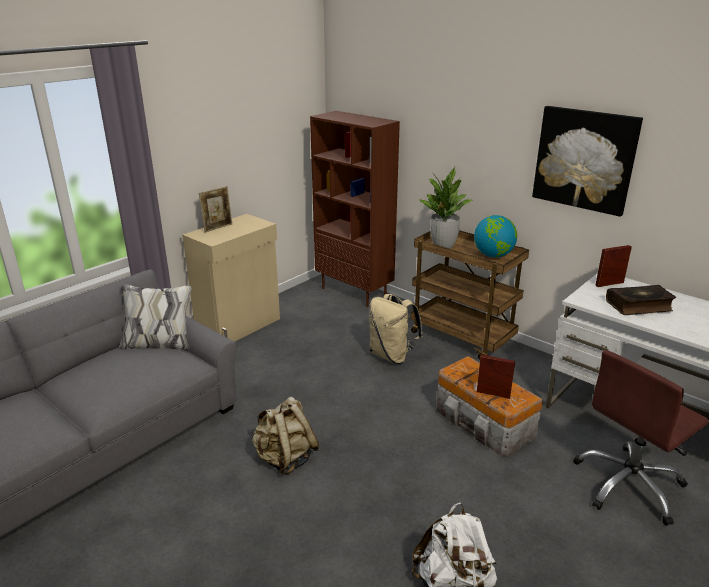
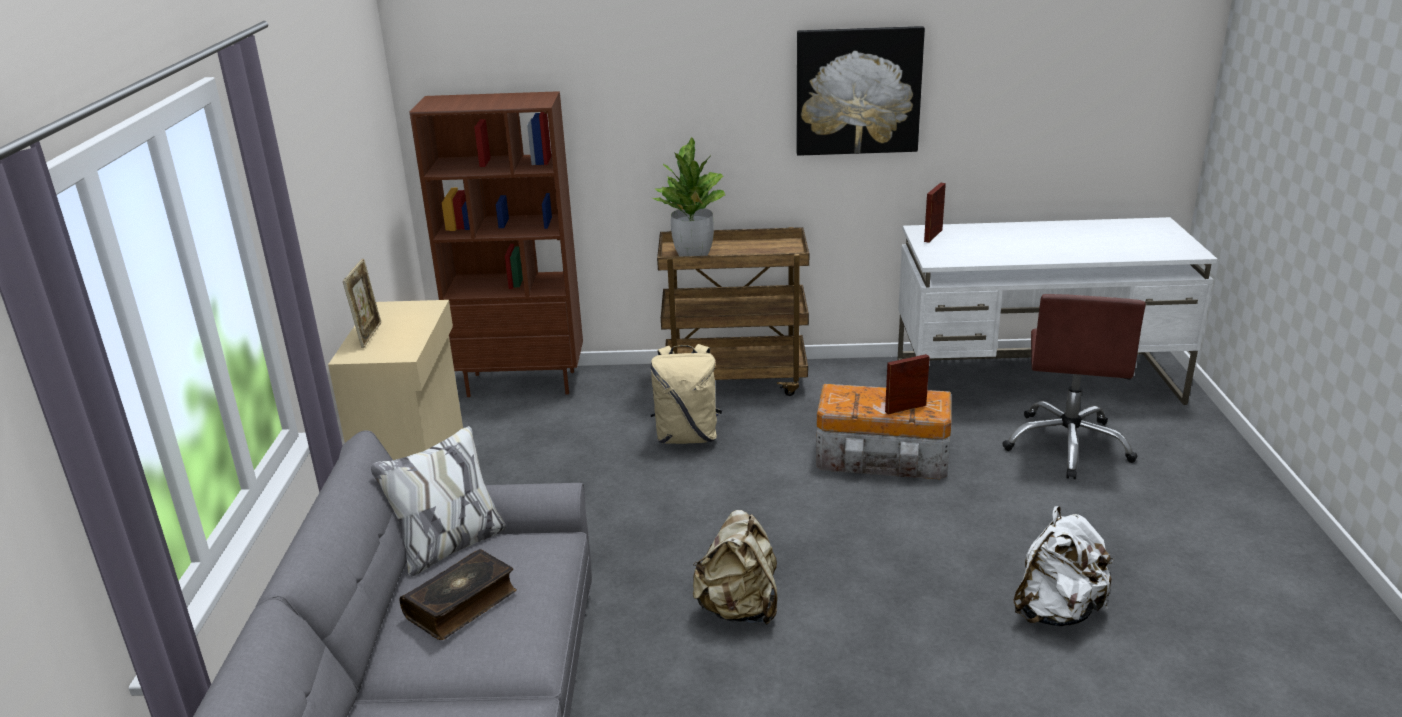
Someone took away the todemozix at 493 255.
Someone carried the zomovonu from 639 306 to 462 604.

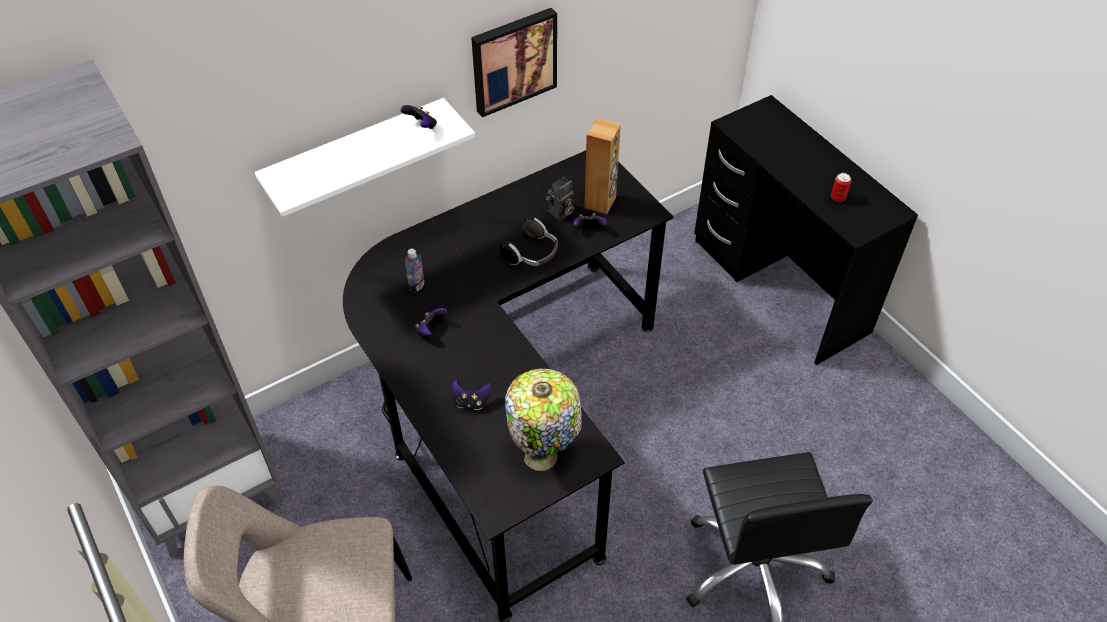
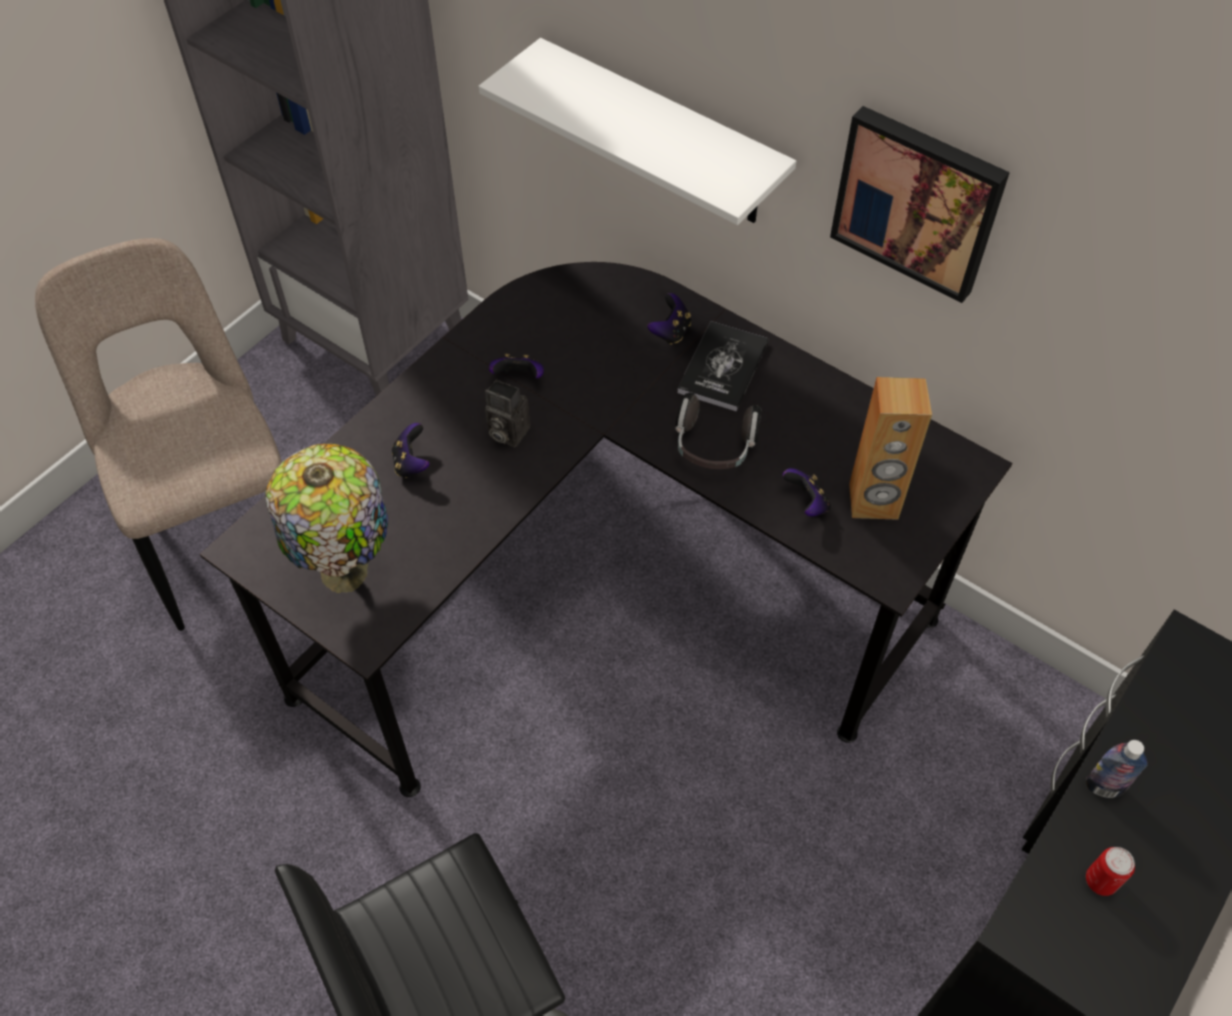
Someone carried the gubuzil from 421 126 to 670 332.
Someone carried the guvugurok from 417 286 to 1104 786.
Someone carried the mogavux from 560 213 to 506 432.
Someone put down the zomovonu at 723 367.

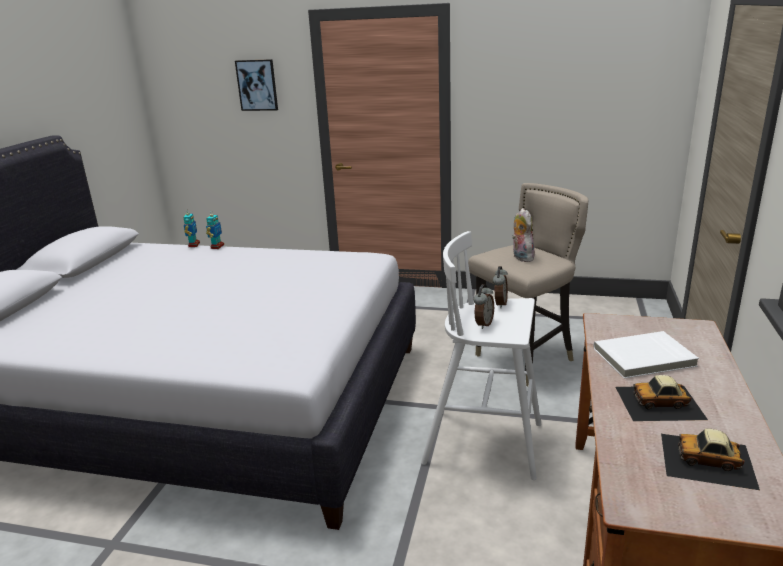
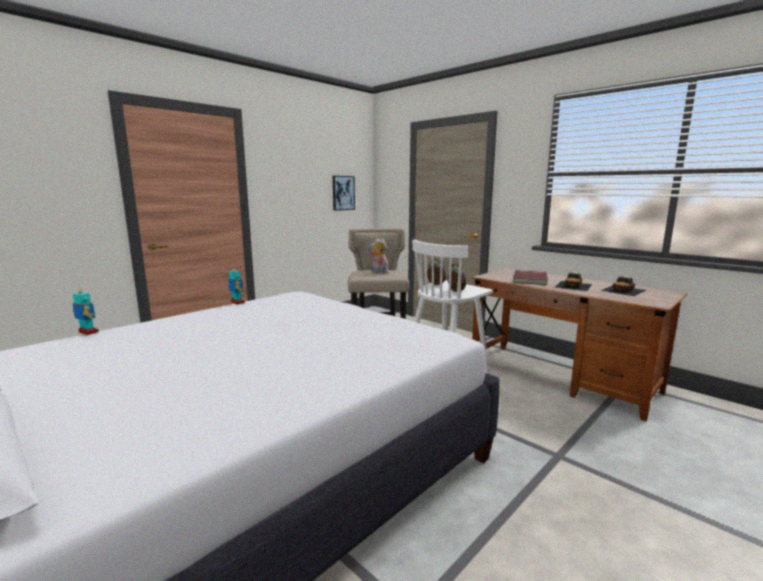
Someone carried the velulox from 217 246 to 237 302.
Someone carried the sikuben from 257 85 to 343 193.
Someone repainted the zomovonu (white) at 644 358, which became the zomovonu (red) at 531 279.

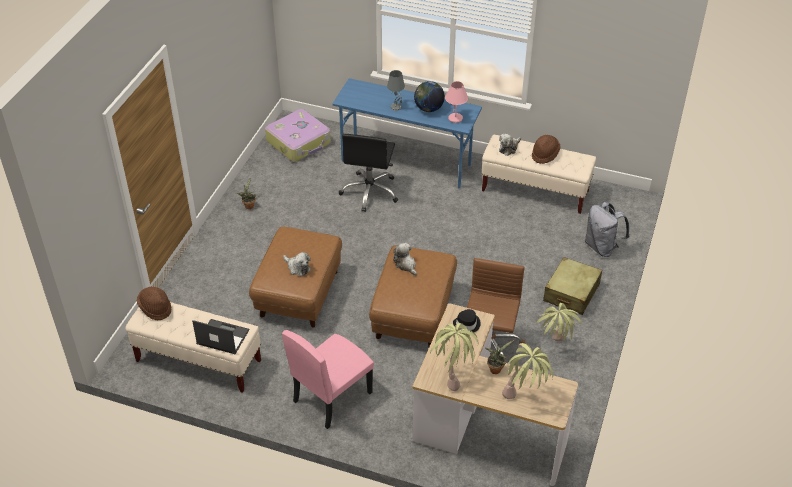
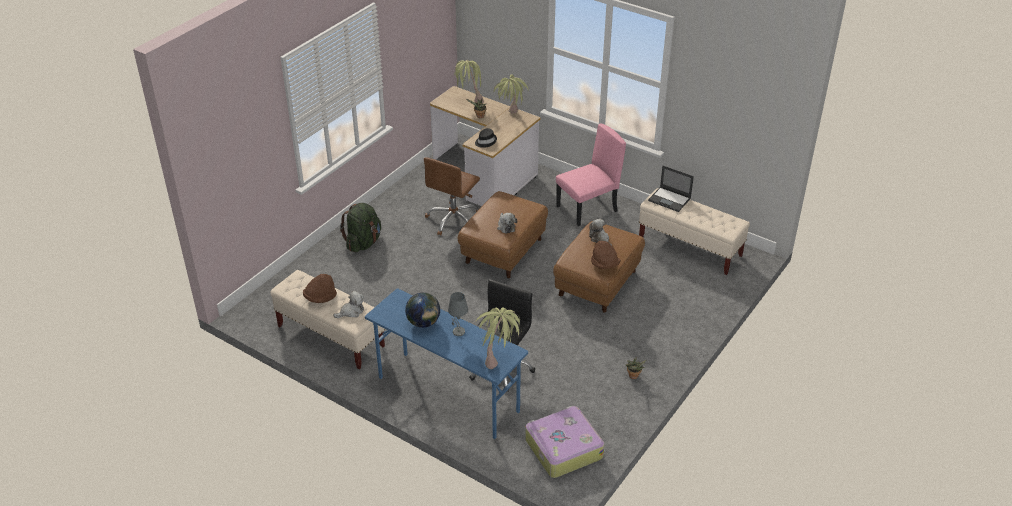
Someone carried the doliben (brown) from 155 308 to 604 265.
Someone took away the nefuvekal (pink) at 455 119.
Someone carried the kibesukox from 554 348 to 499 358.
Someone swapped the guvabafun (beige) at 571 293 for the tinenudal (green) at 363 243.
Someone took away the tinenudal (grey) at 602 247.

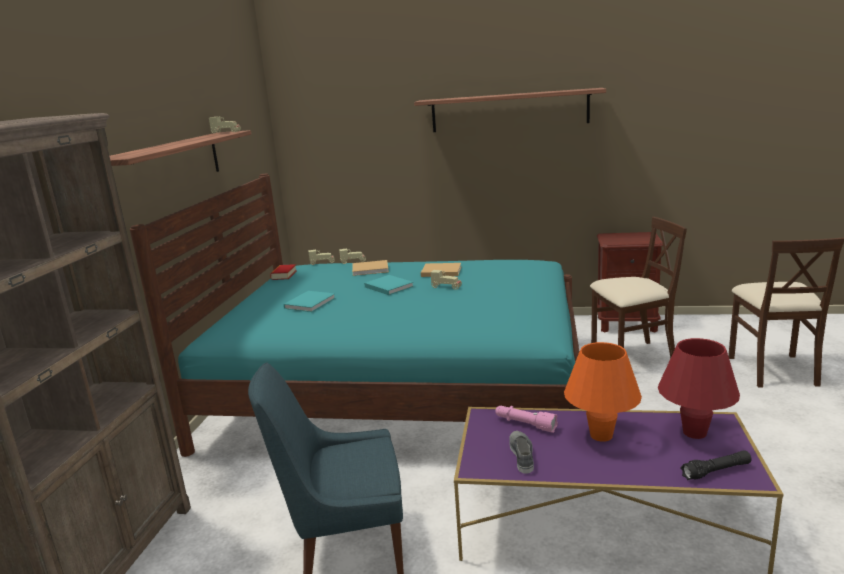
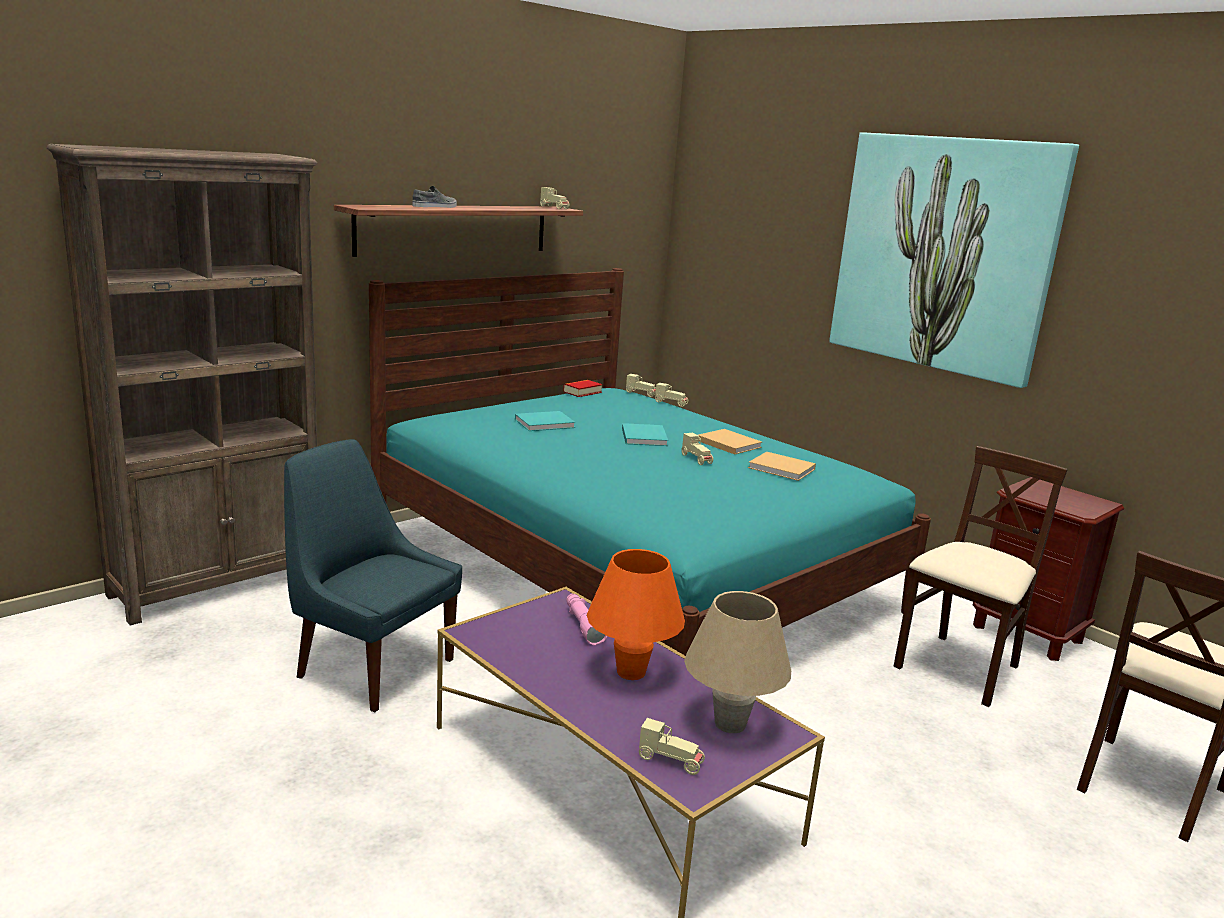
Someone carried the zomovonu (beige) from 371 269 to 783 469.
Someone swapped the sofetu at 509 111 for the sikuben at 944 254.
Someone carried the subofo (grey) from 522 454 to 435 207.
Someone rotated the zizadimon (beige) at 632 356 by 75 degrees counterclockwise.
Someone repainted the nefuvekal (red) at 694 433, which became the nefuvekal (beige) at 730 724.
Someone swapped the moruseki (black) at 716 471 for the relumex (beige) at 671 761.

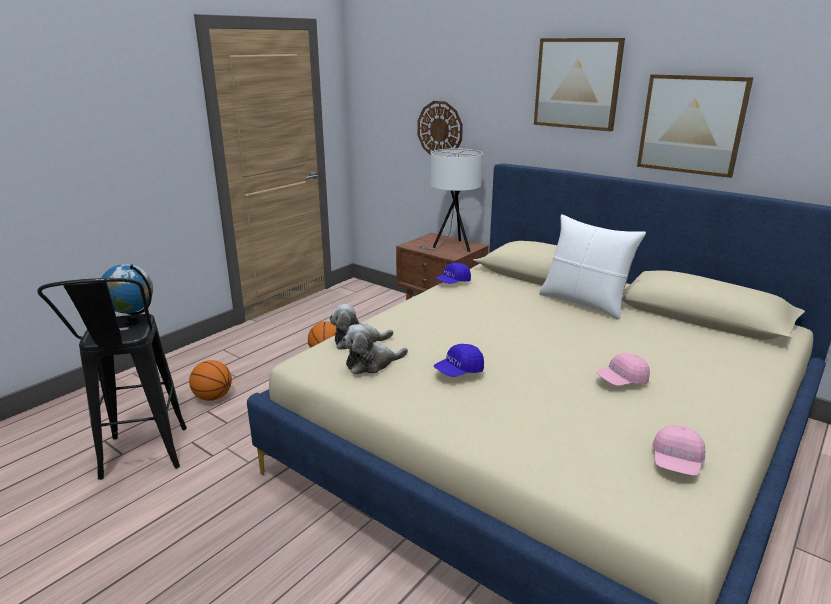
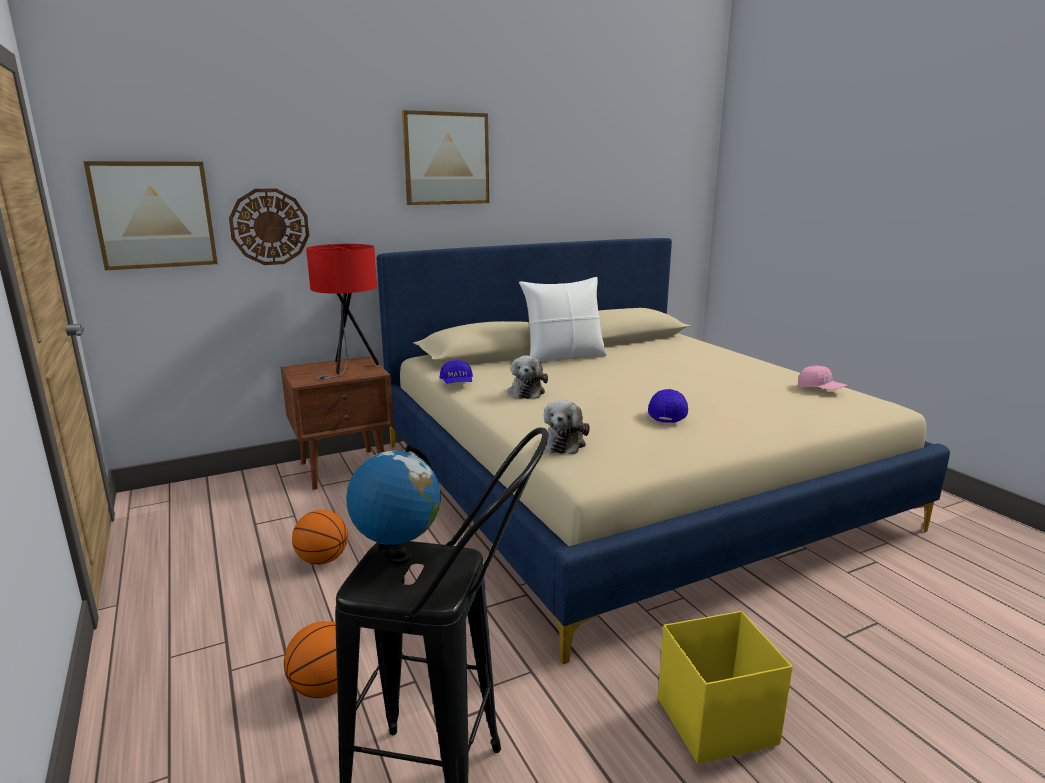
Someone carried the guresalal from 371 364 to 526 391.
Someone repainted the nefuvekal (white) at 451 247, which became the nefuvekal (red) at 348 368.
Someone rotated the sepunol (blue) at 459 371 by 150 degrees counterclockwise.
Someone took away the sepunol (pink) at 621 381.
Someone carried the sikuben from 692 124 to 154 215.
Someone put down the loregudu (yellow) at 714 721.

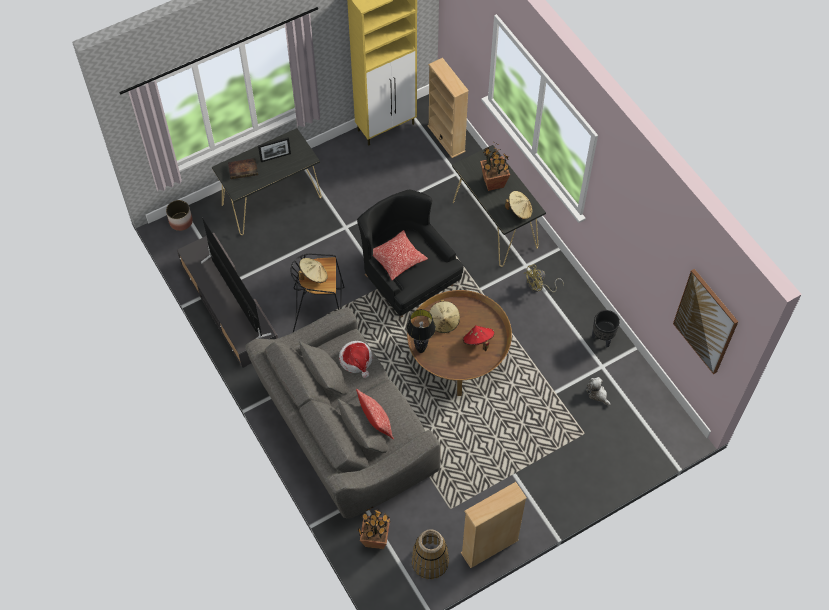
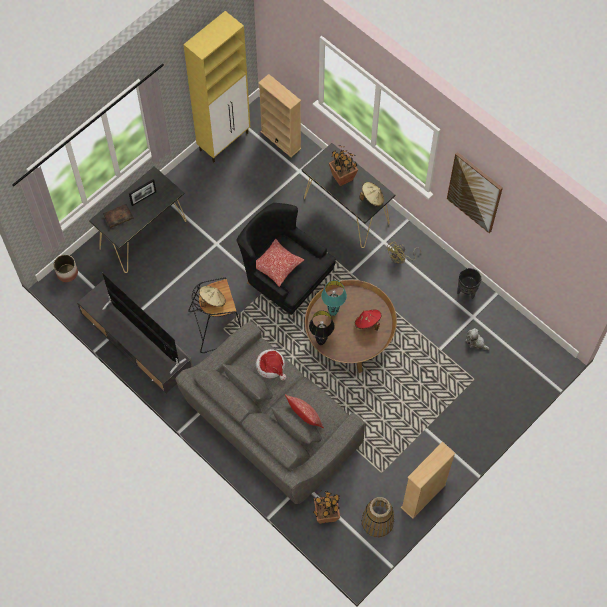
Someone swapped the doliben (beige) at 443 322 for the nefuvekal (turquoise) at 333 312.
Someone carried the sikuben from 705 321 to 474 192.

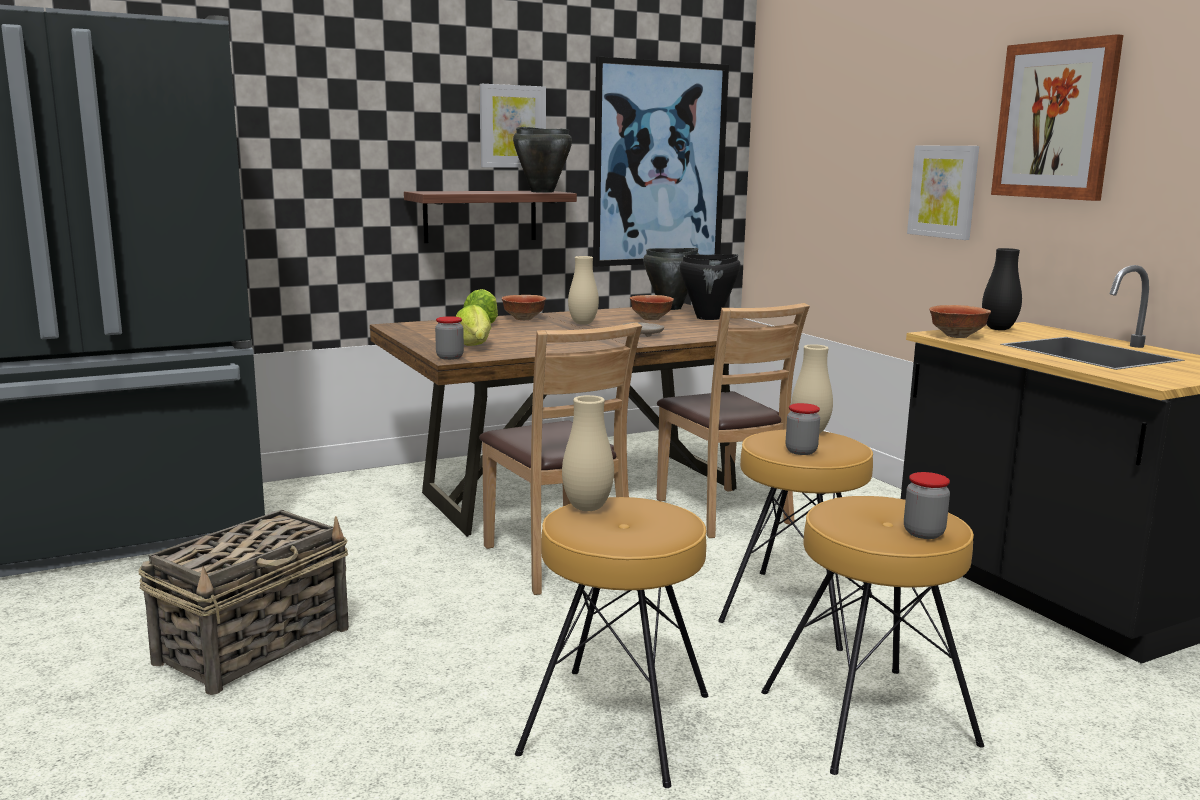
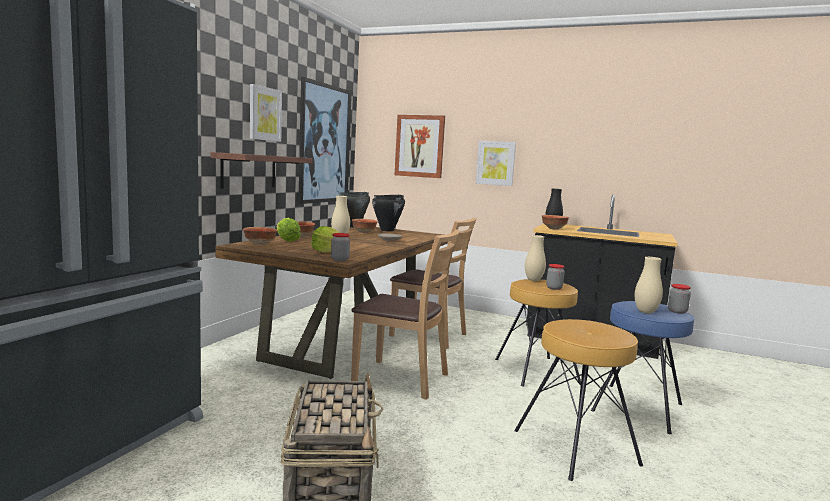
Someone took away the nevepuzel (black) at 542 192.
Someone carried the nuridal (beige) from 587 508 to 646 312.
Someone repainted the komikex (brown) at 869 719, which became the komikex (blue) at 638 407.
Someone carried the sikuben from 1055 120 to 419 146.
Someone put down the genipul at 260 244.

